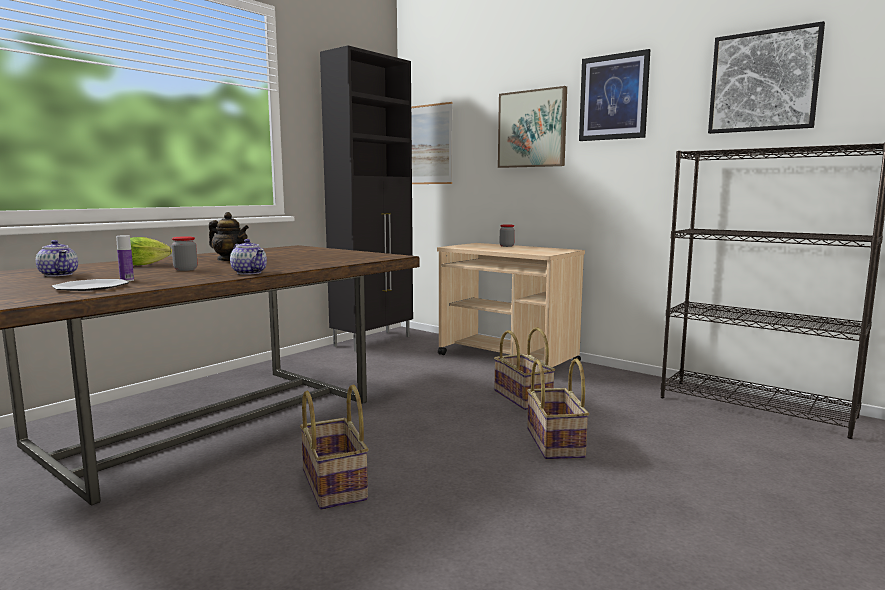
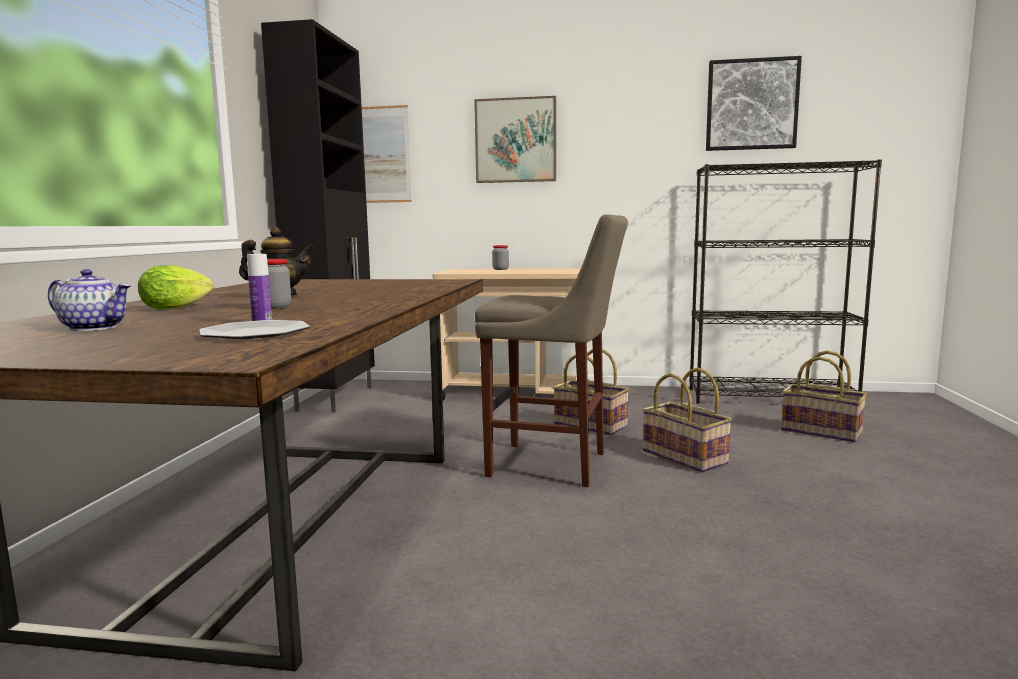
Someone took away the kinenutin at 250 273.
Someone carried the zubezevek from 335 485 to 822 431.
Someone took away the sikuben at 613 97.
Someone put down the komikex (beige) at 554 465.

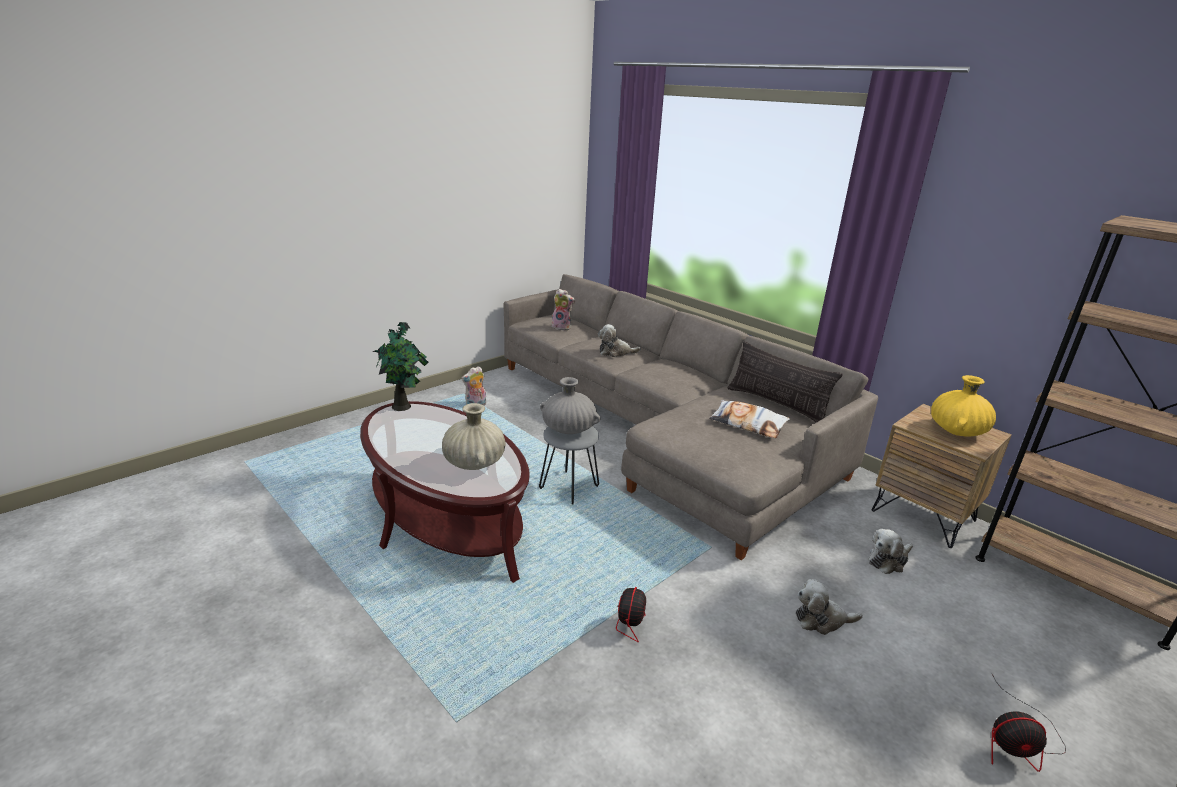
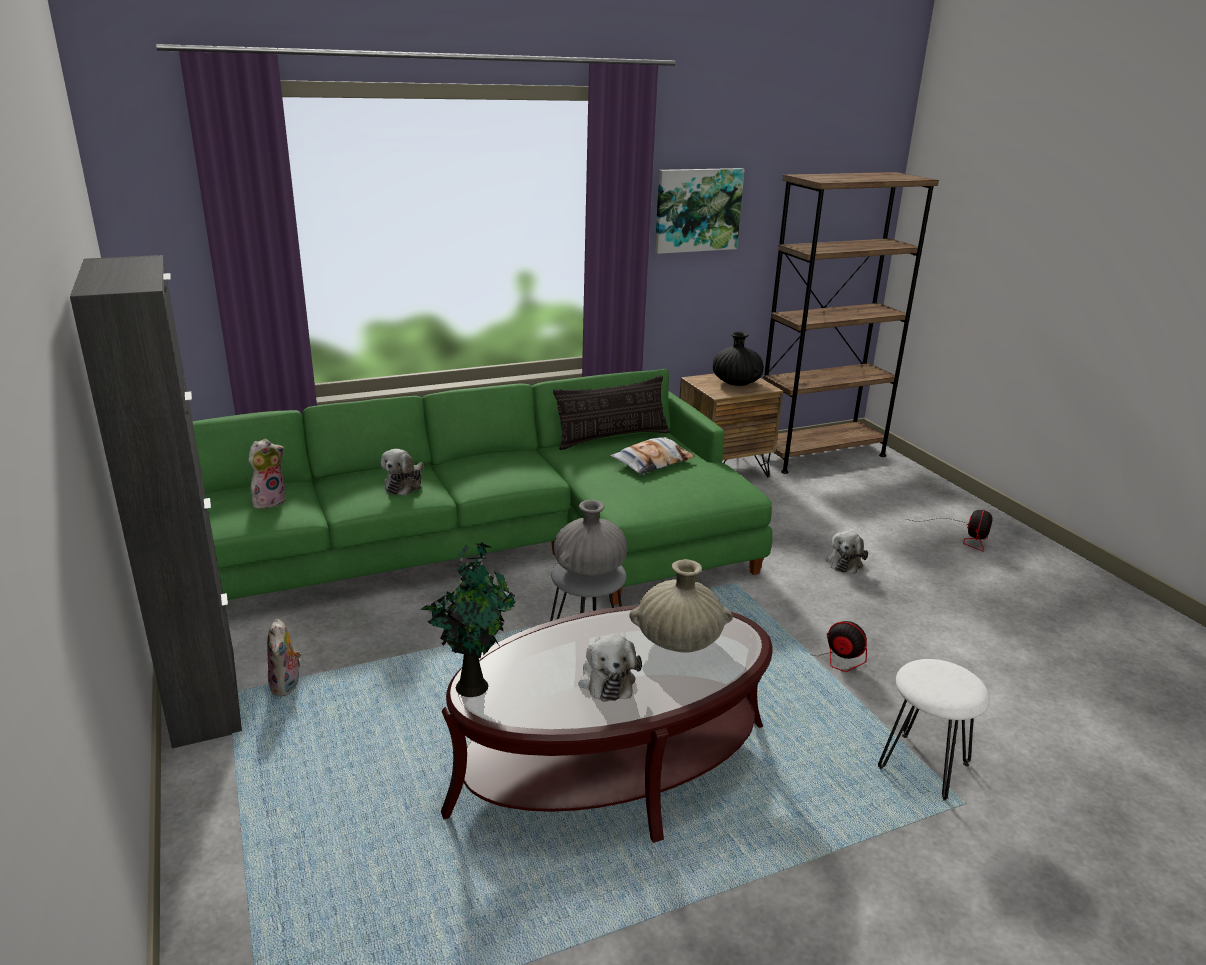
Someone repainted the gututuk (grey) at 661 430, which became the gututuk (green) at 492 546.
Someone carried the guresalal from 888 560 to 606 679.
Someone repainted the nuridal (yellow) at 956 431, which became the nuridal (black) at 736 383.
Someone put down the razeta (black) at 205 697.
Someone put up the sikuben at 697 210.
Someone put down the komikex (white) at 923 767.

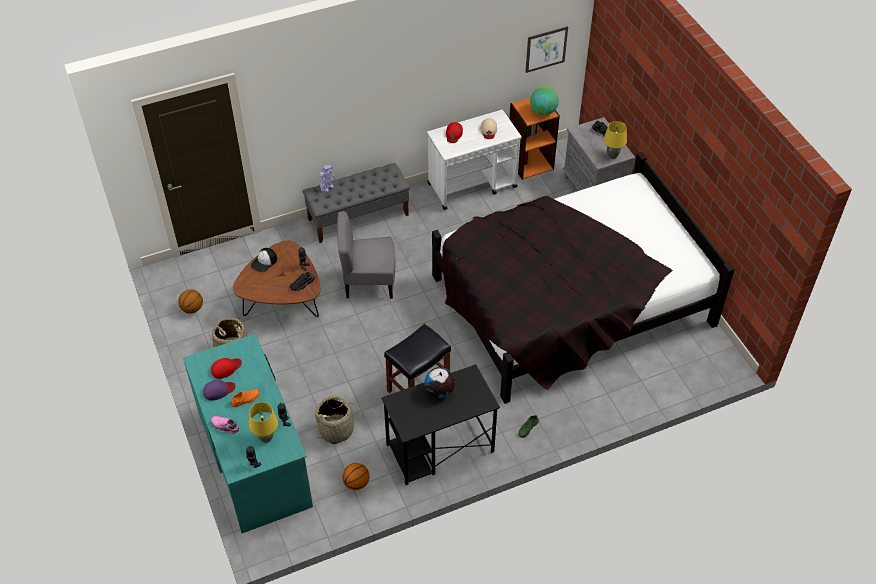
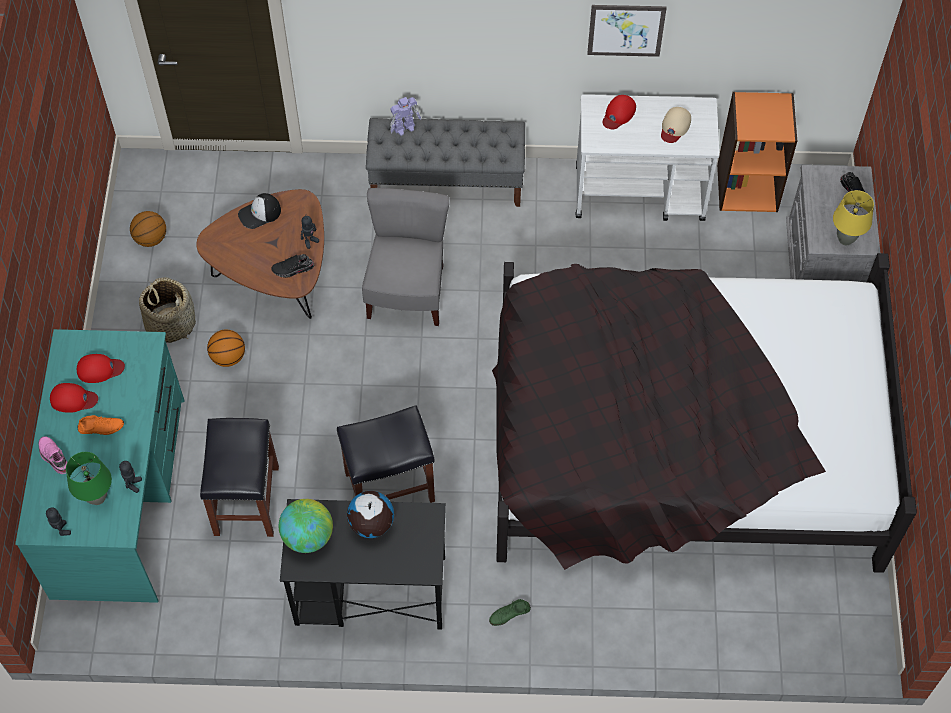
Someone repainted the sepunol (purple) at 218 390, which became the sepunol (red) at 73 399.
Someone repainted the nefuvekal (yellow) at 266 438, which became the nefuvekal (green) at 97 498.
Someone swapped the zubezevek at 336 429 for the komikex (black) at 247 502.
Someone rotated the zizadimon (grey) at 368 282 by 75 degrees clockwise.
Someone carried the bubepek from 356 483 to 228 357.
Someone carried the sikuben from 546 49 to 626 30.
Someone carried the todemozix from 543 111 to 308 536.

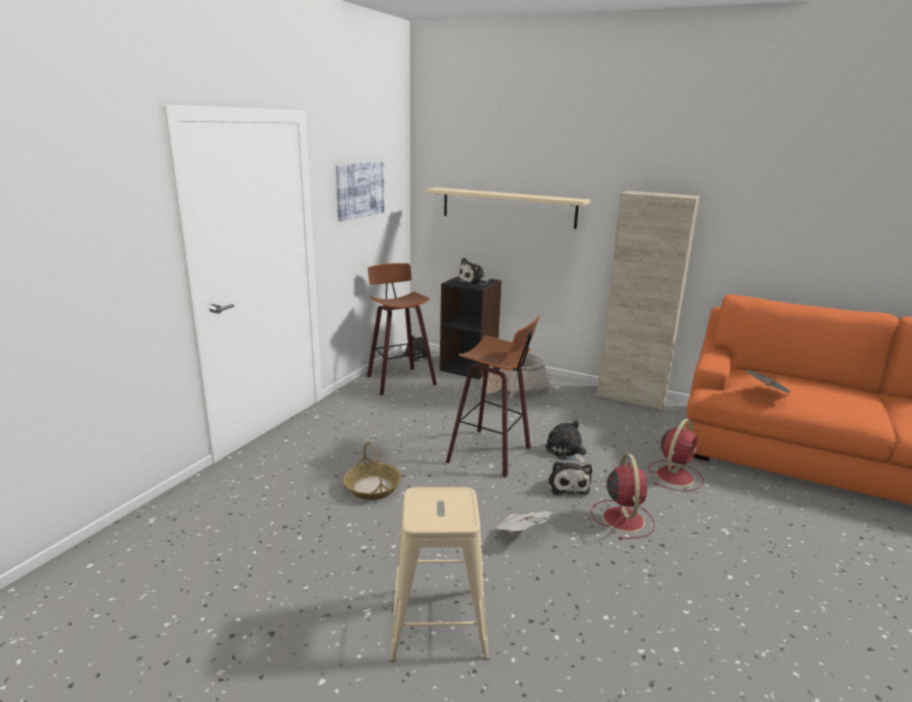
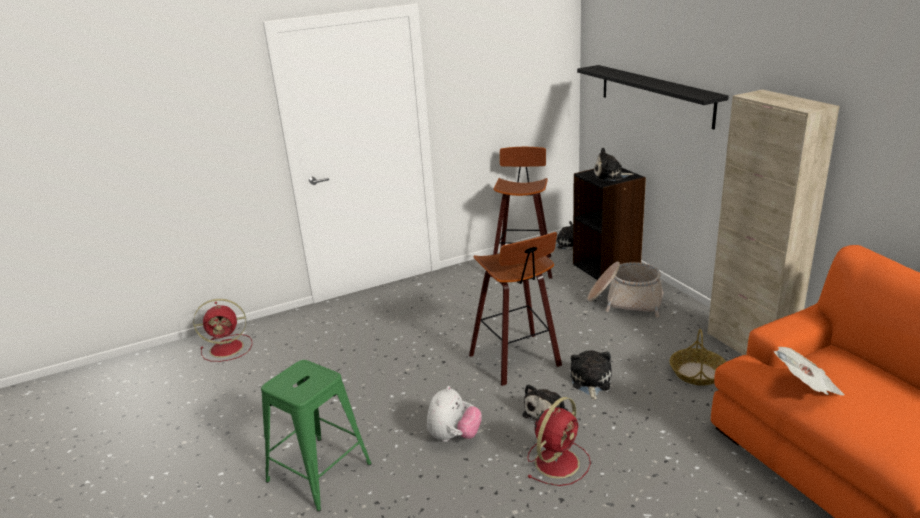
Someone took away the sikuben at 359 190.
Someone carried the zubezevek from 372 487 to 697 373.
Someone repainted the komikex (beige) at 439 622, which became the komikex (green) at 319 473.
Someone repainted the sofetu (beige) at 508 207, which became the sofetu (black) at 655 95.
Someone swapped the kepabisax at 521 533 for the guresalal at 454 437.
Someone carried the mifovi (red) from 675 475 to 228 348.

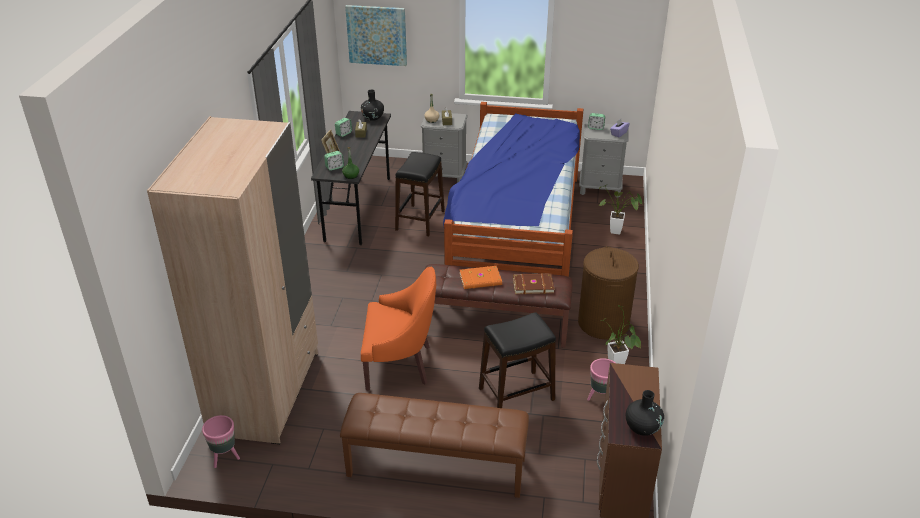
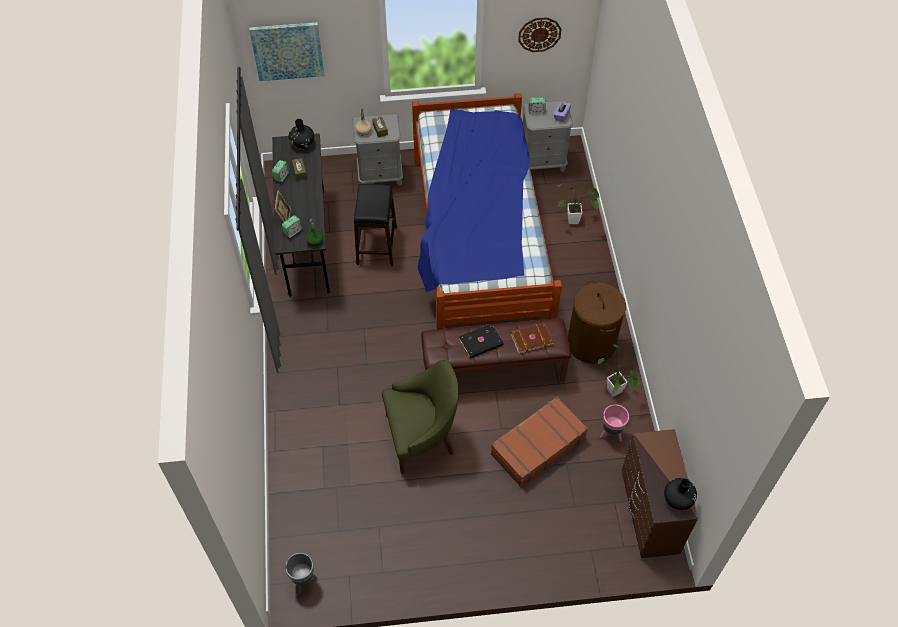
Someone took away the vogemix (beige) at 266 392.
Someone repainted the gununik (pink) at 224 458, which became the gununik (grey) at 303 580.
Someone took away the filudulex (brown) at 436 467.
Someone repainted the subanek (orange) at 400 364, which became the subanek (green) at 421 436.
Someone repainted the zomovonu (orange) at 481 280, which became the zomovonu (black) at 481 343.
Someone swapped the komikex (black) at 517 394 for the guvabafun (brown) at 537 446.
Someone put up the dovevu at 539 34.

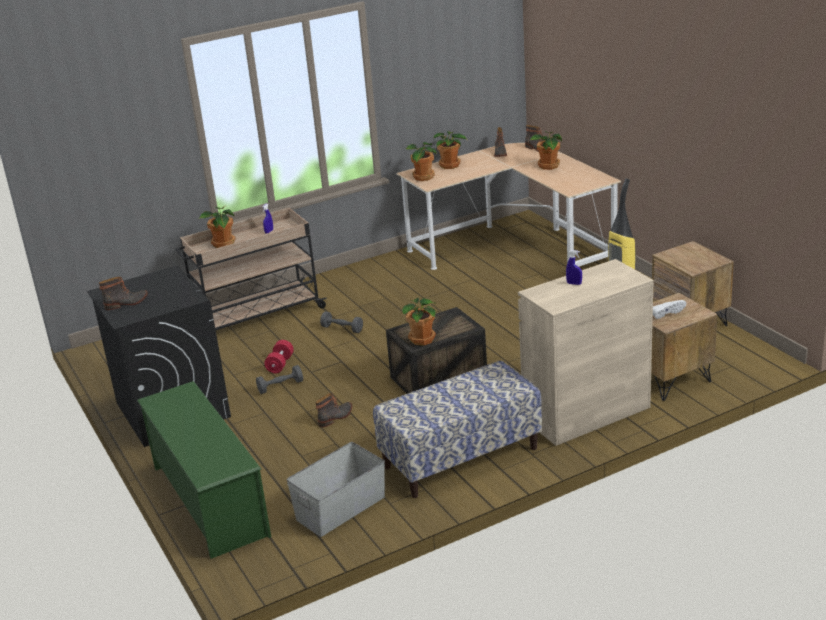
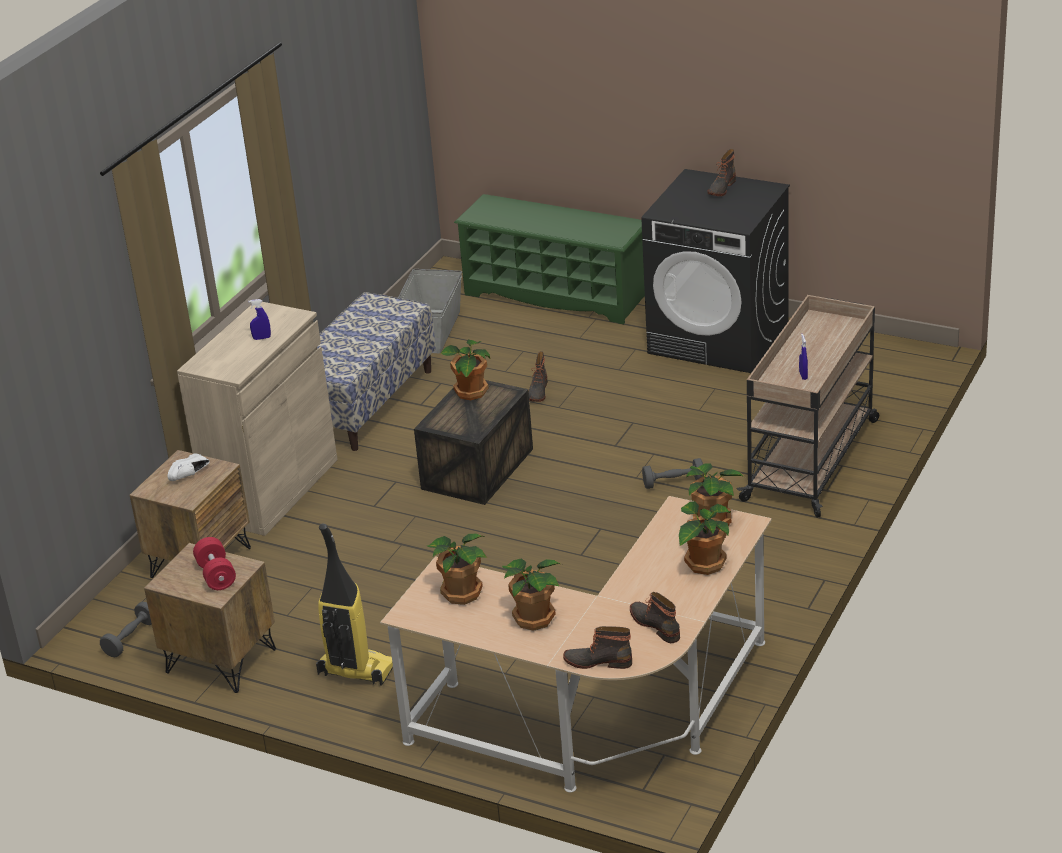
Someone carried the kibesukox from 223 244 to 461 592.
Someone carried the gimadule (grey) from 280 386 to 131 638.
Someone carried the gimadule (red) from 280 364 to 216 575.

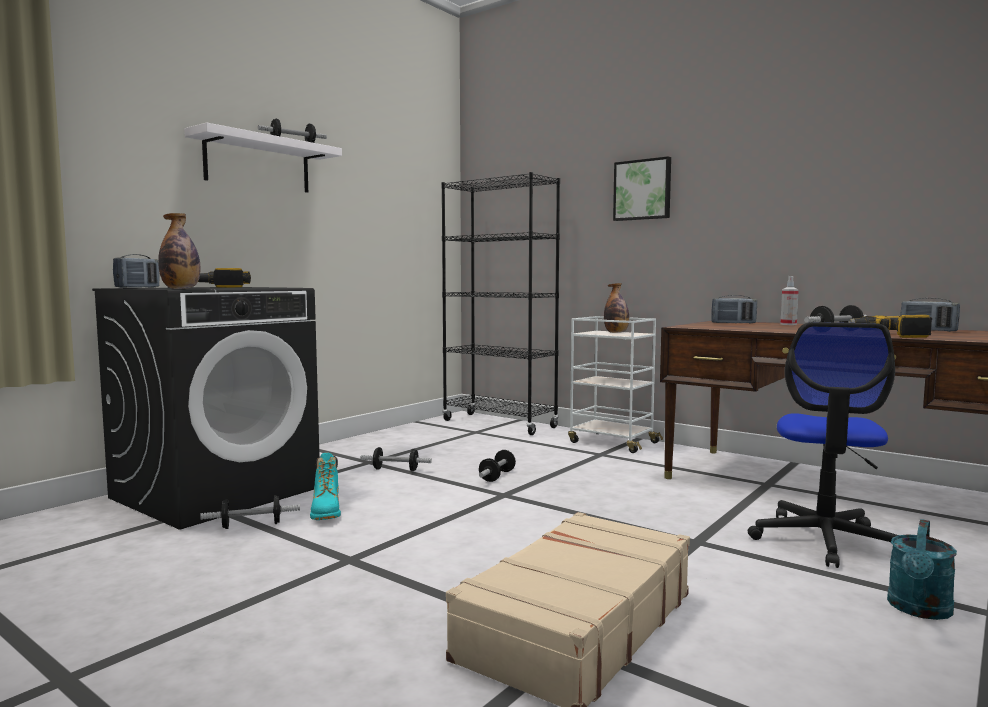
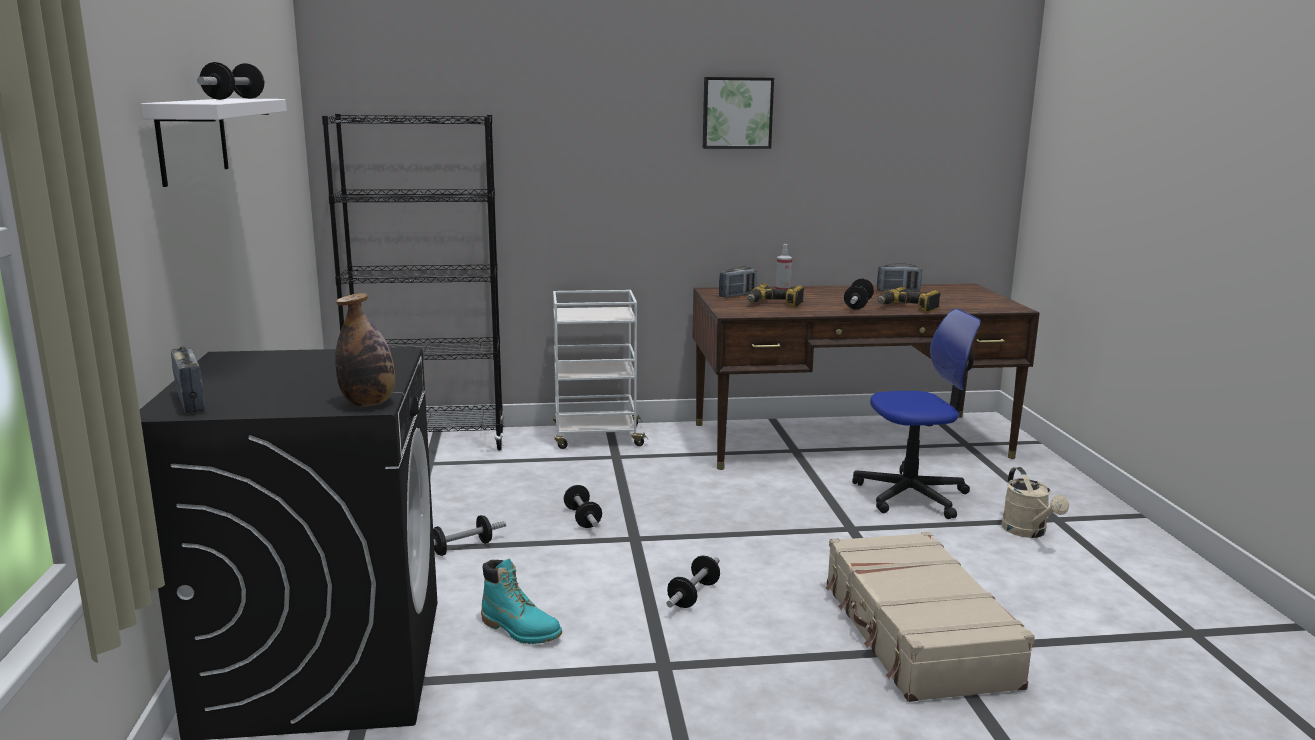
Someone carried the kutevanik from 223 287 to 774 304.
Someone carried the gimadule from 251 525 to 693 595.
Someone took away the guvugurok at 616 332.
Someone carried the sikuben from 643 190 to 737 113.
Someone rotated the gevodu at 825 541 by 75 degrees counterclockwise.
Someone repainted the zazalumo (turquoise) at 919 610, which became the zazalumo (beige) at 1028 532.

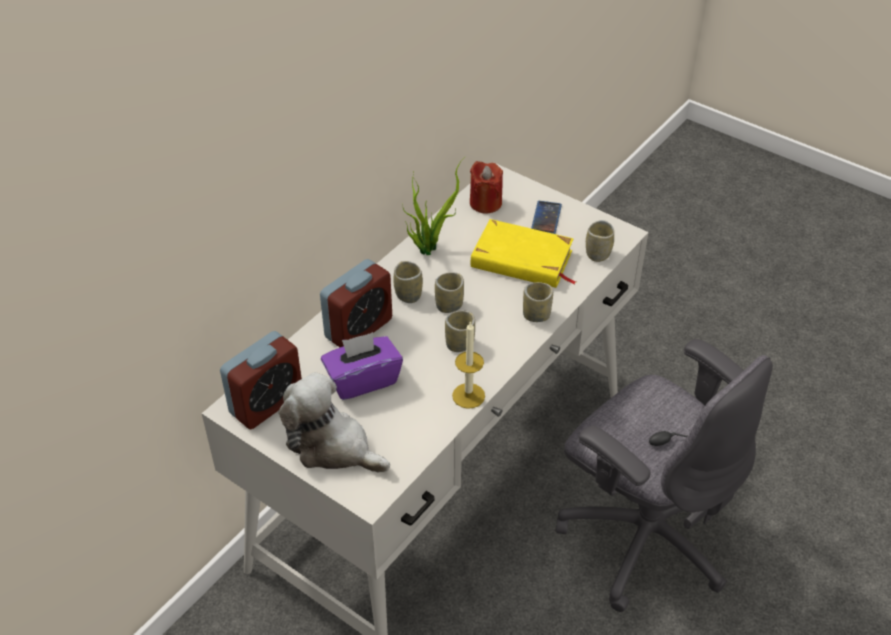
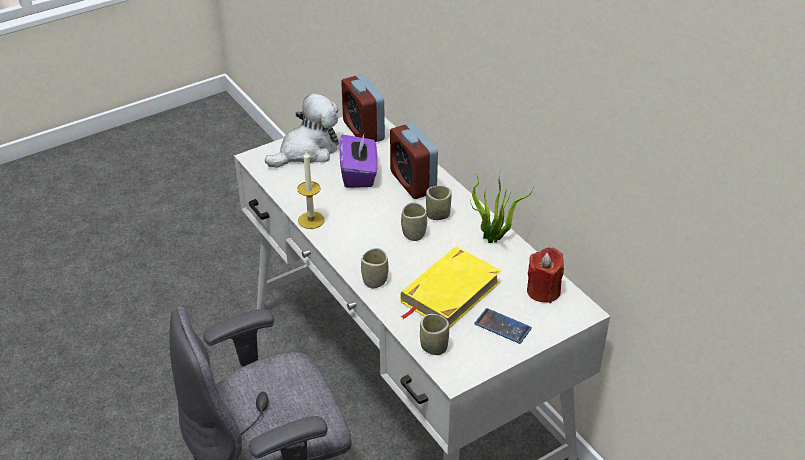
Someone took away the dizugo at 459 344.

